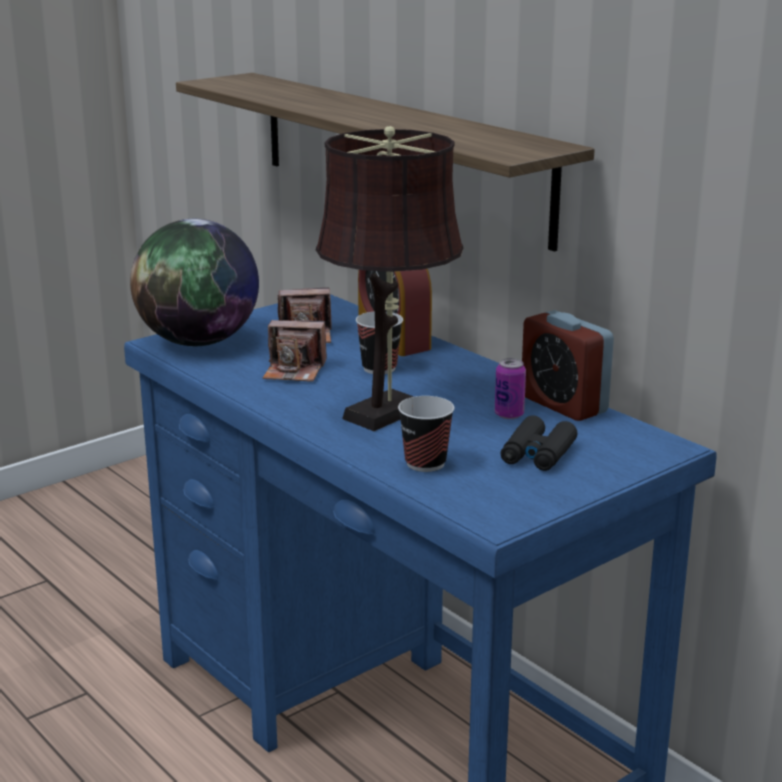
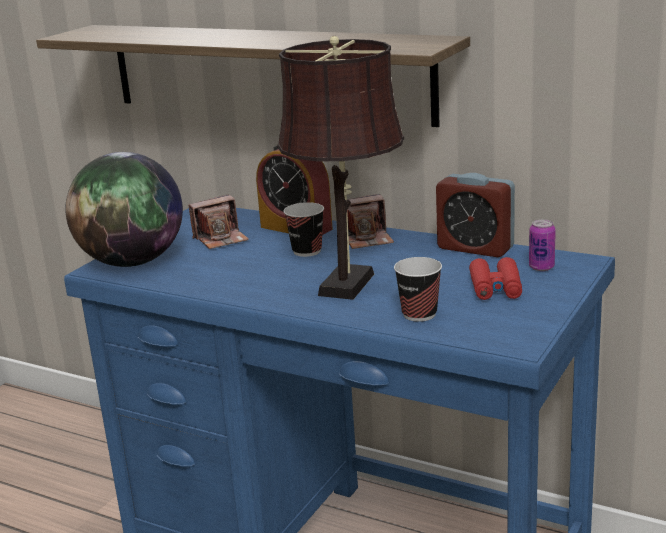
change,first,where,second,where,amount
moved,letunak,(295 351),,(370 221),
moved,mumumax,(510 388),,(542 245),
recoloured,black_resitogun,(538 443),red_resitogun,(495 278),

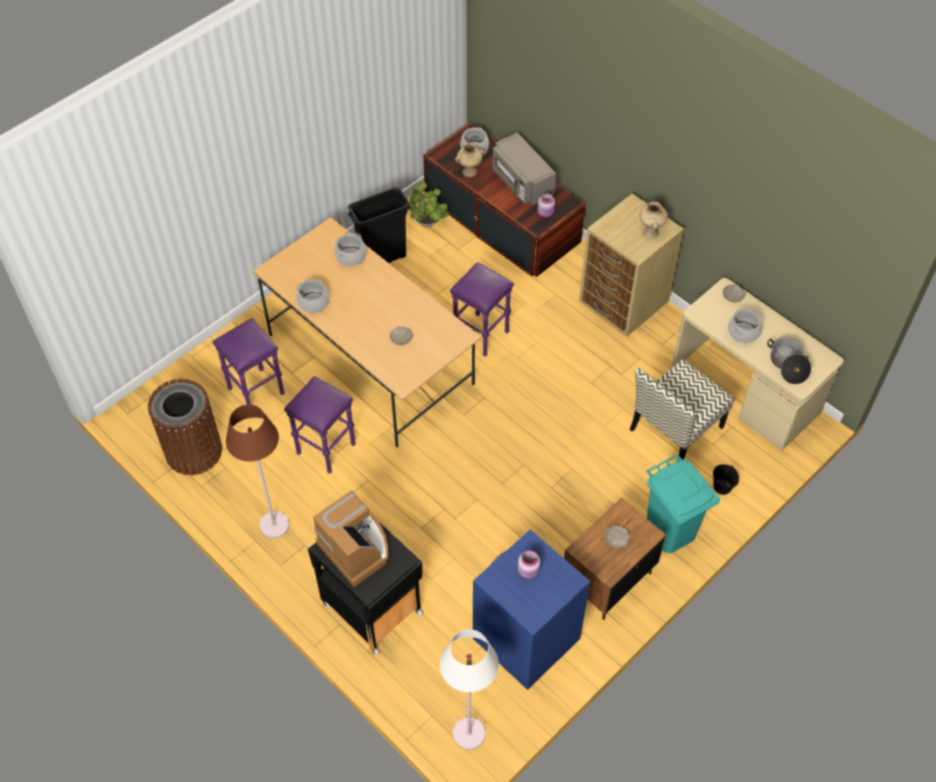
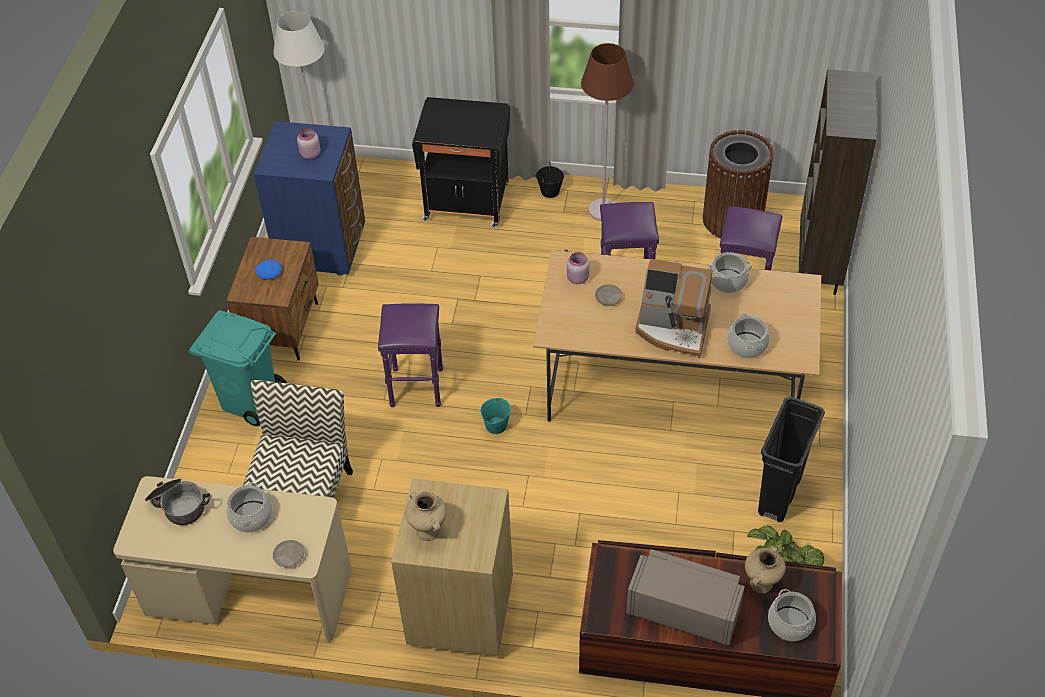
change,first,where,second,where,amount
moved,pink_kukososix,(546 205),,(578 268),
moved,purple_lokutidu,(482 309),,(410 355),
moved,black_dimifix,(726 479),,(550 180),
moved,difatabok,(350 539),,(673 308),
recoloured,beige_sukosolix,(617 537),blue_sukosolix,(269 270),
added,,,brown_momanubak,(837 182),
added,,,turquoise_dimifix,(496 416),

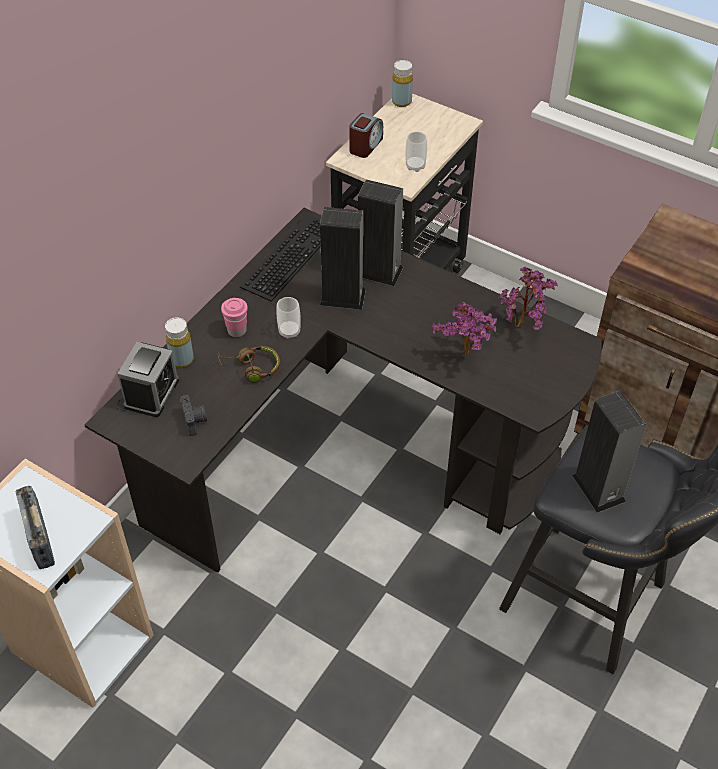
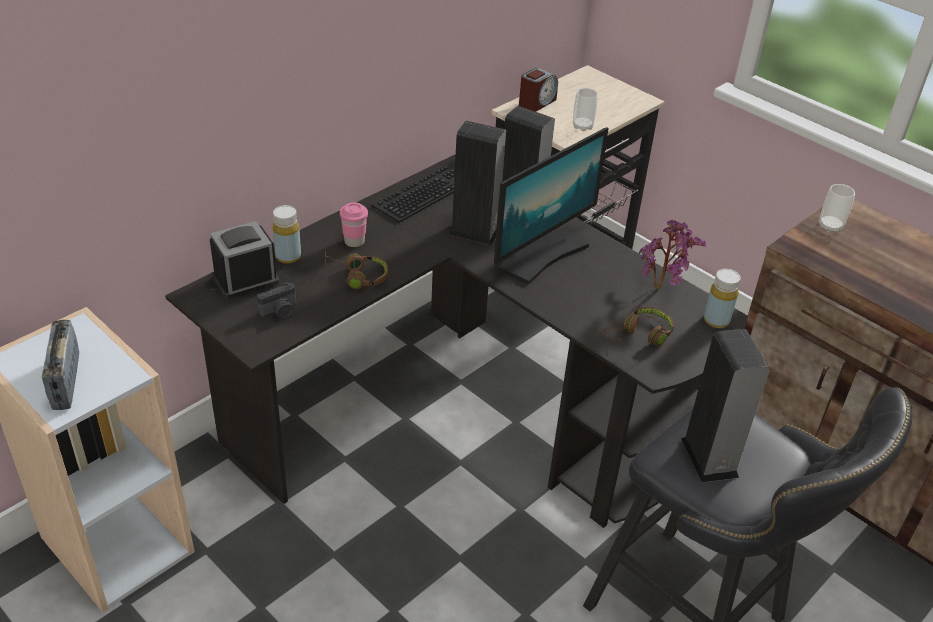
change,first,where,second,where,amount
moved,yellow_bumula,(402 83),,(722 298),
moved,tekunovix,(288 318),,(837 208),
removed,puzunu,(464 328),,,
turned,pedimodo,(148 379),,(244 260),150 degrees counterclockwise
turned,letunak,(193 415),,(276 300),60 degrees clockwise
added,,,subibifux,(551 206),
added,,,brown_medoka,(639 326),

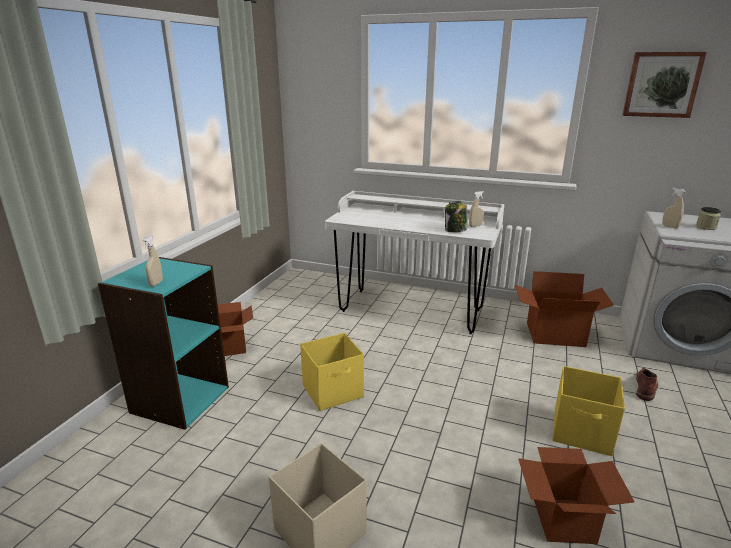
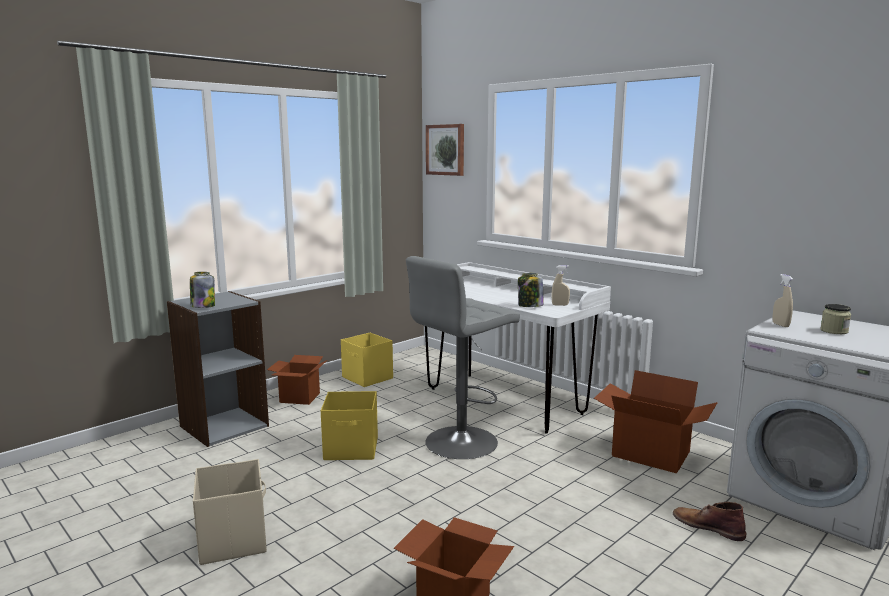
change,first,where,second,where,amount
moved,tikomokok,(665 85),,(445 150),
replaced,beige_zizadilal,(152 261),kukososix,(202 290),
recoloured,turquoise_momanubak,(163 343),grey_momanubak,(218 369),
moved,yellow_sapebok,(589 411),,(367 360),
turned,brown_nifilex,(647 384),,(709 521),105 degrees counterclockwise
added,,,grey_lokutidu,(463 357),

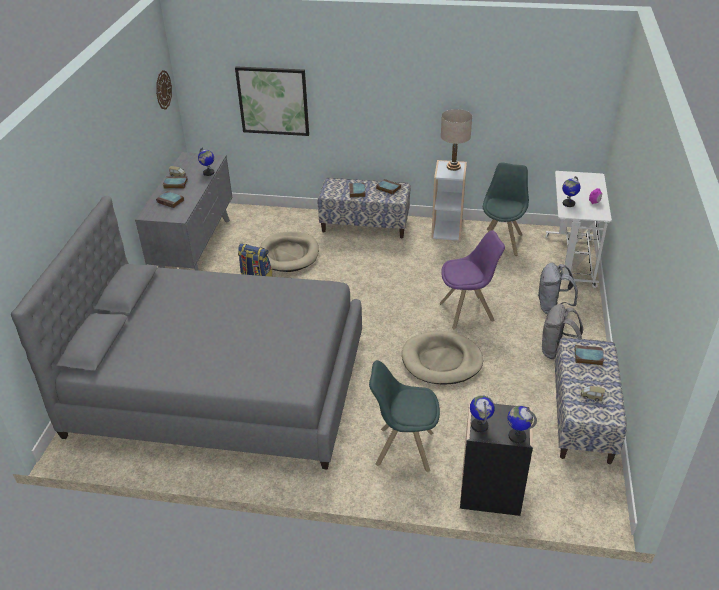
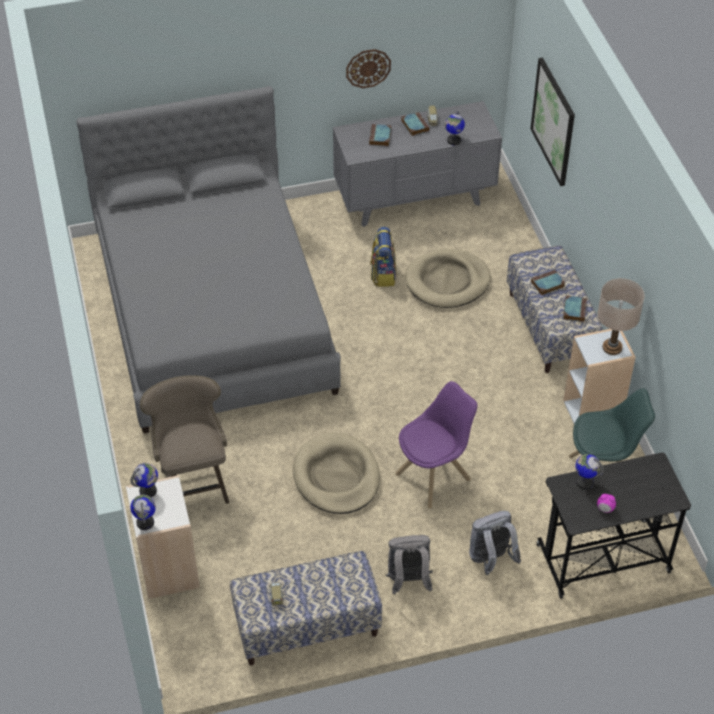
change,first,where,second,where,amount
moved,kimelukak,(164 90),,(368 68),
recoloured,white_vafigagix,(578 229),black_vafigagix,(614 526),
turned,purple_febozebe,(472 279),,(436 444),90 degrees counterclockwise
removed,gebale,(589 355),,,
replaced,turquoise_febozebe,(404 416),beige_lokutidu,(184 439),
recoloured,black_momanubak,(496 458),white_momanubak,(163 537),

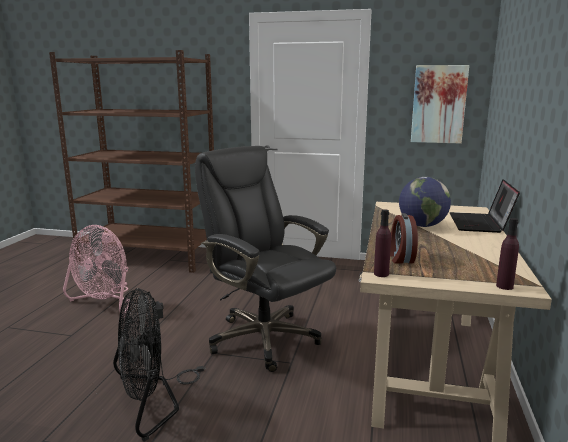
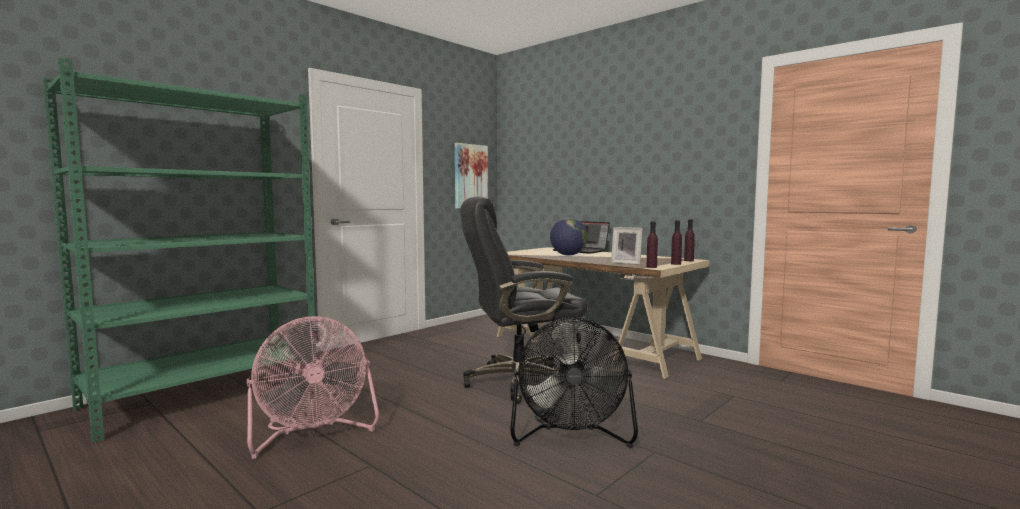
change,first,where,second,where,amount
recoloured,brown_momanubak,(131 161),green_momanubak,(179 250),
replaced,pedimodo,(404 238),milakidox,(627 246),
added,,,purple_bumula,(676 242),

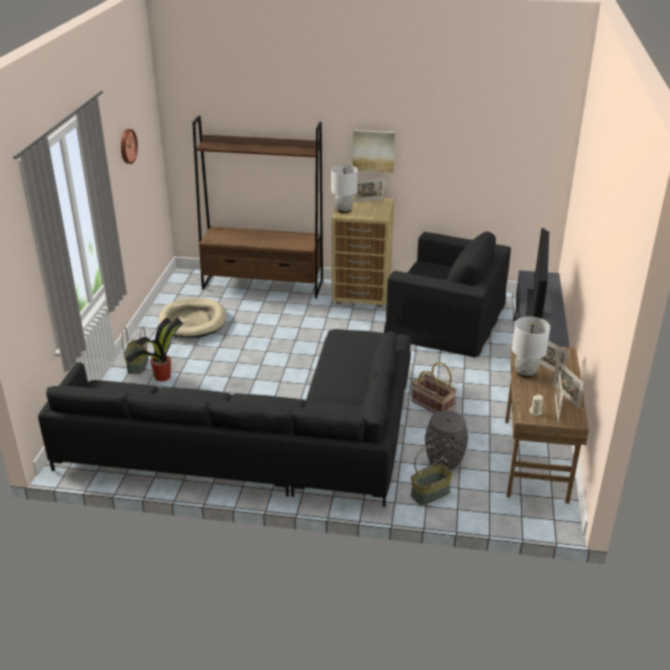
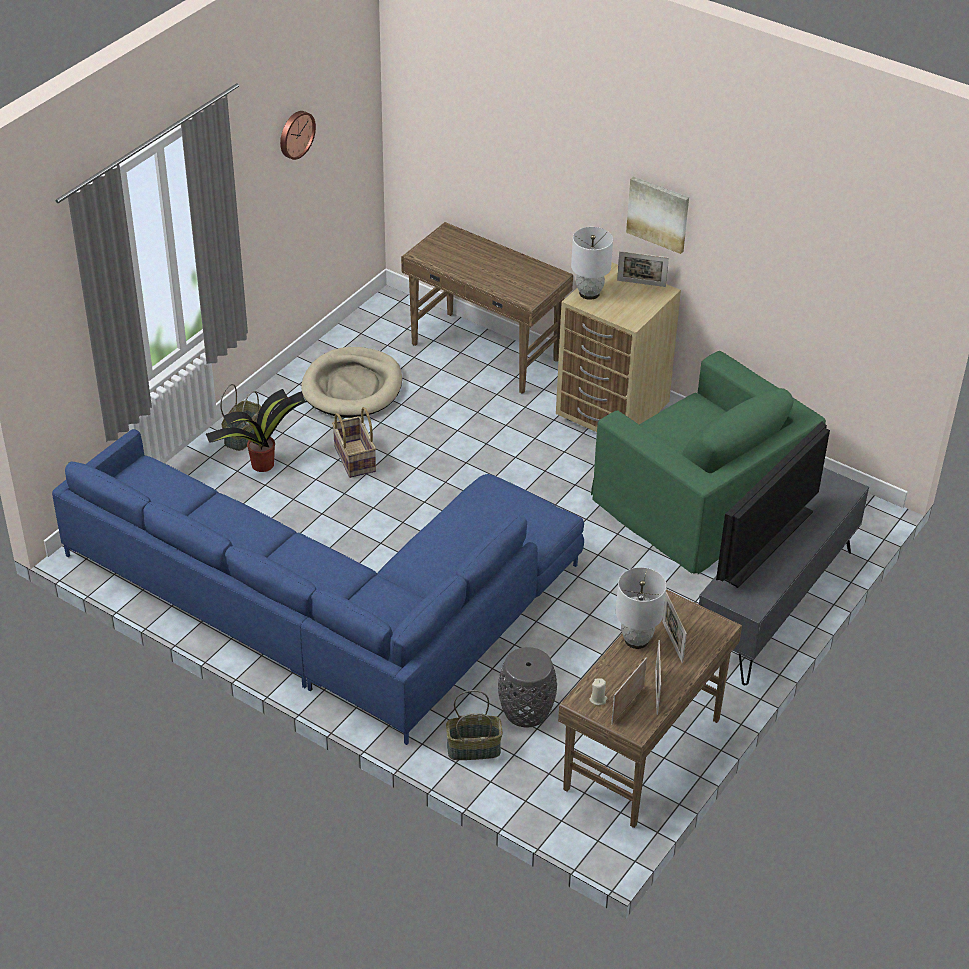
change,first,where,second,where,amount
replaced,brown_momanubak,(257 207),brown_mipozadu,(487 308),
recoloured,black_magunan,(447 294),green_magunan,(708 462),
recoloured,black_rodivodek,(224 418),blue_rodivodek,(318 587),
moved,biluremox,(434 388),,(354 442),

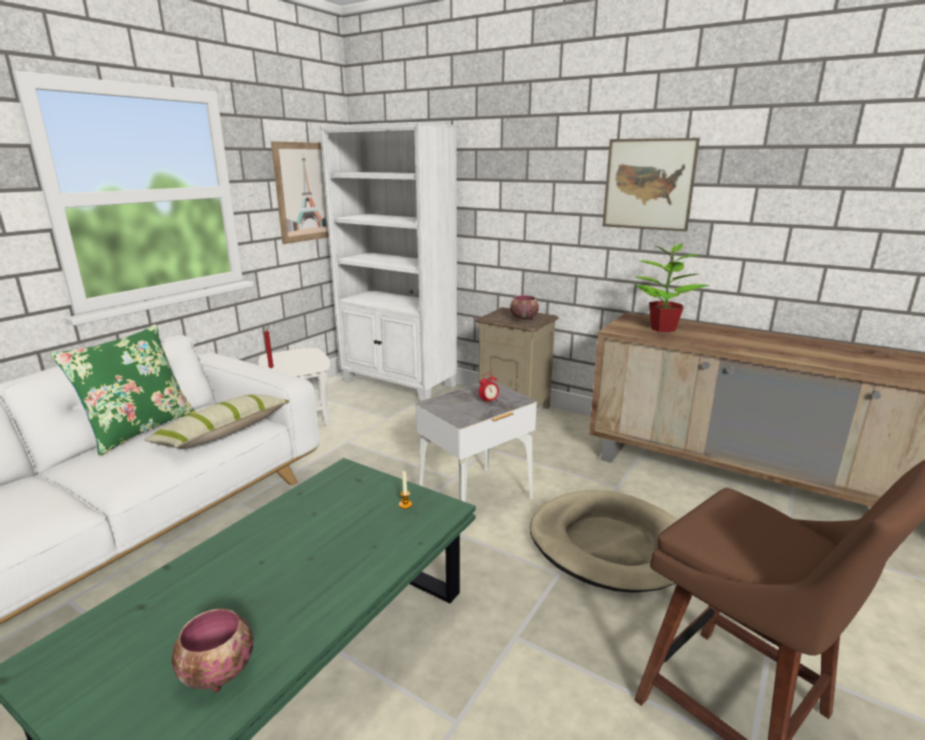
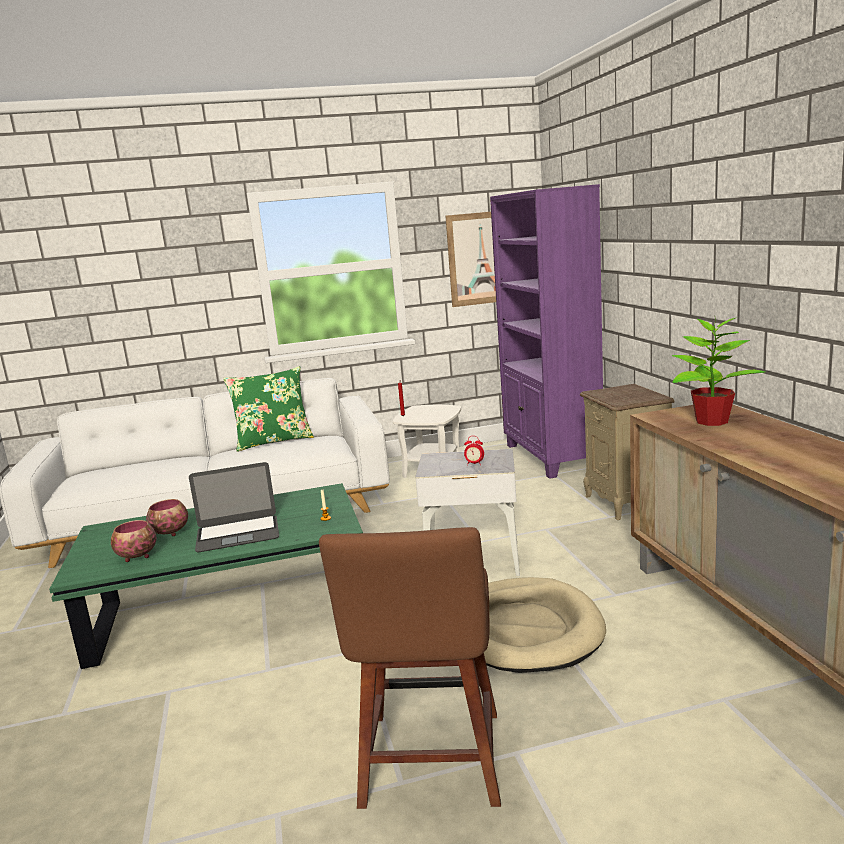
change,first,where,second,where,amount
recoloured,white_momanubak,(388 261),purple_momanubak,(546 331),
removed,tikomokok,(651 185),,,
moved,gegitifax,(524 308),,(167 517),
removed,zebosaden,(216 421),,,
added,,,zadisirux,(234 507),

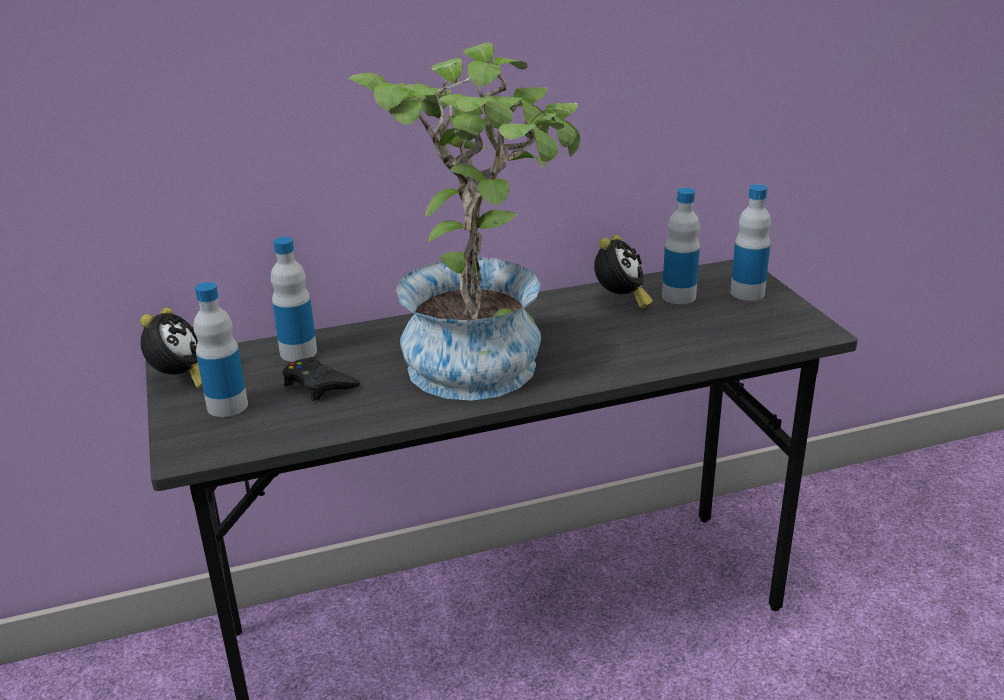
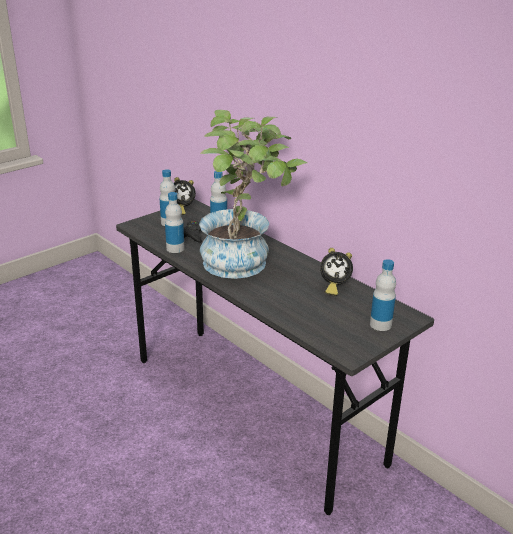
change,first,where,second,where,amount
moved,bumula,(681 246),,(175 222),

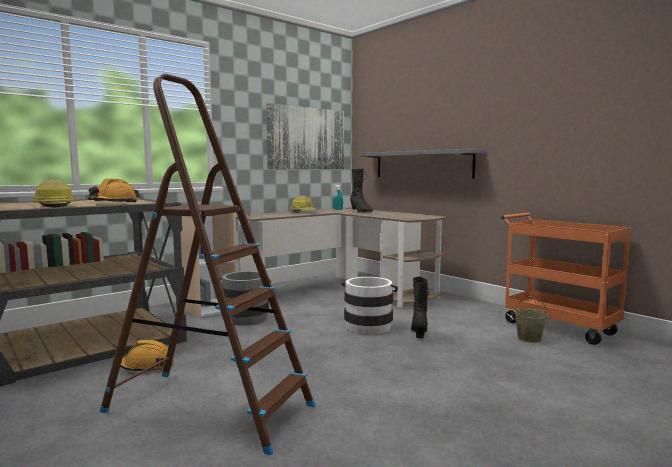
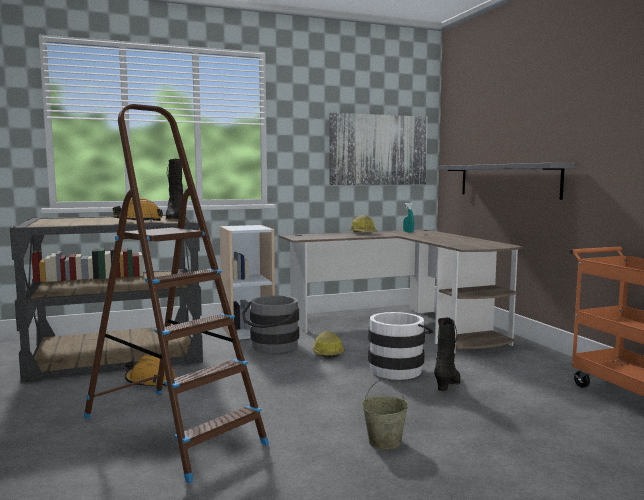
change,first,where,second,where,amount
moved,black_nifilex,(361 191),,(174 189),
moved,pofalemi,(54 193),,(328 344),
moved,beige_dimifix,(531 318),,(385 414),

